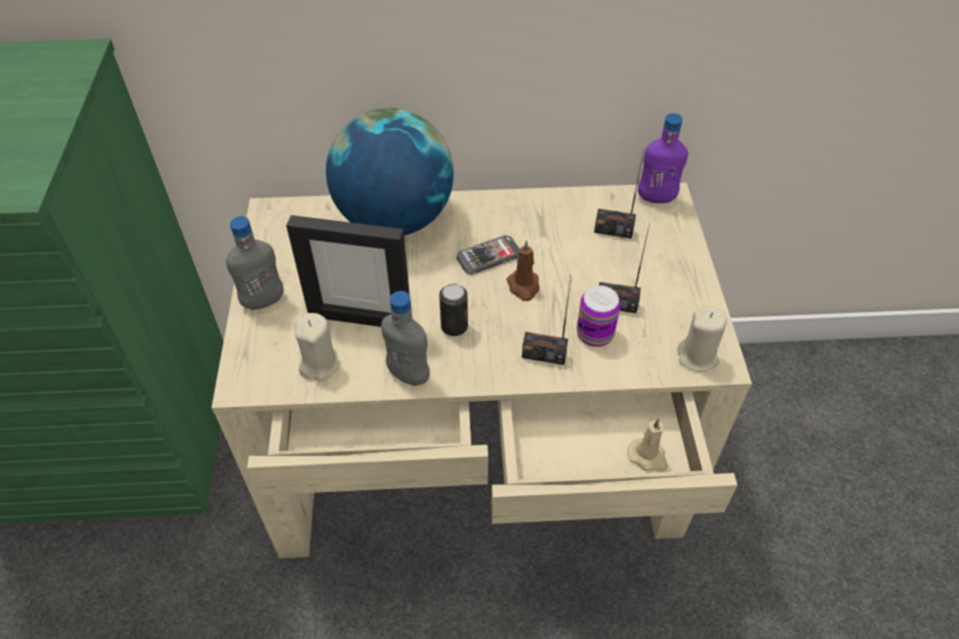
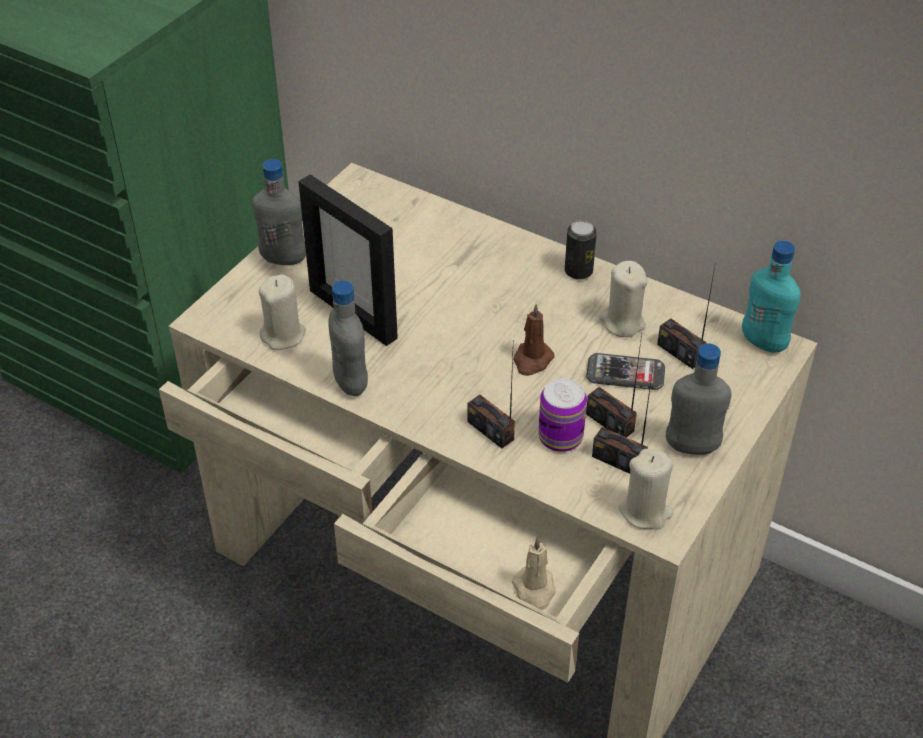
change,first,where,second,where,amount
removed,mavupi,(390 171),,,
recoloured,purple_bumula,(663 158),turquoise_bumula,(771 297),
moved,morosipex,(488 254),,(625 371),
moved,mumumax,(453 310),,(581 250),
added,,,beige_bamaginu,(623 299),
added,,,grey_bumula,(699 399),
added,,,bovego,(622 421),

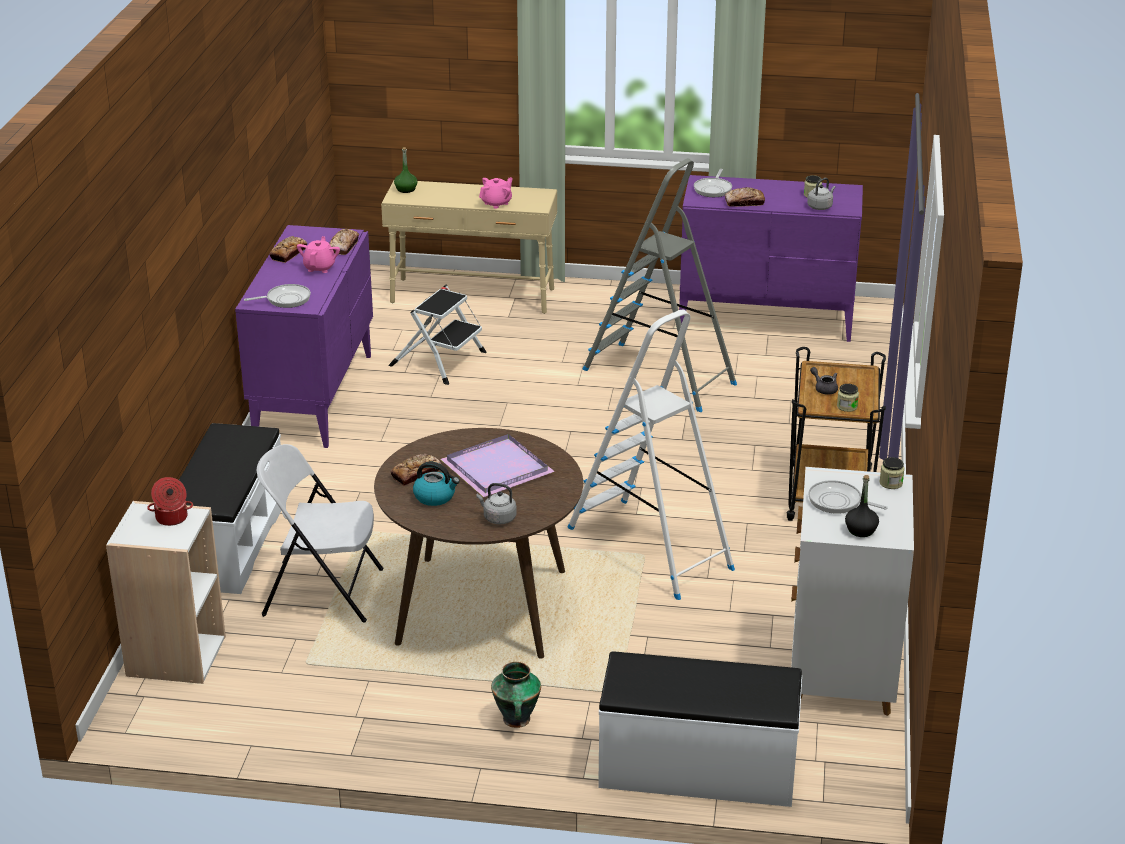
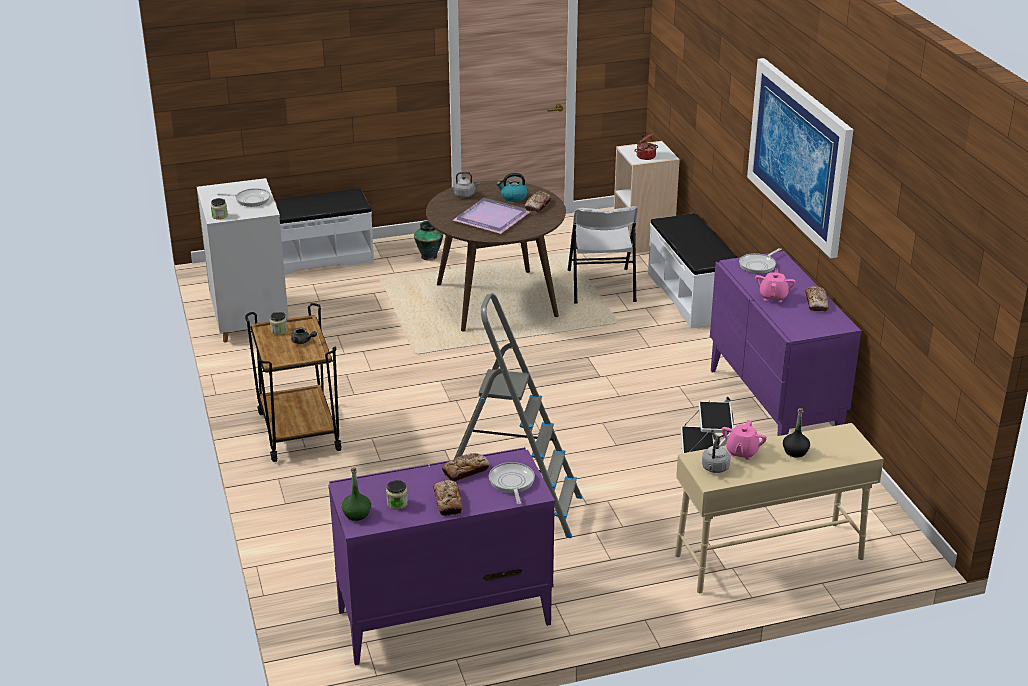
change,first,where,second,where,amount
moved,green_bumula,(406 170),,(356 494),
moved,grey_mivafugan,(821 194),,(716 454),
moved,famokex,(344 242),,(448 498),
turned,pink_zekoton,(318 254),,(775 285),150 degrees counterclockwise
removed,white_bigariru,(651 455),,,
turned,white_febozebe,(320 533),,(602 255),105 degrees clockwise
moved,black_bumula,(862 506),,(796 433),
added,,,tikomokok,(800 158),

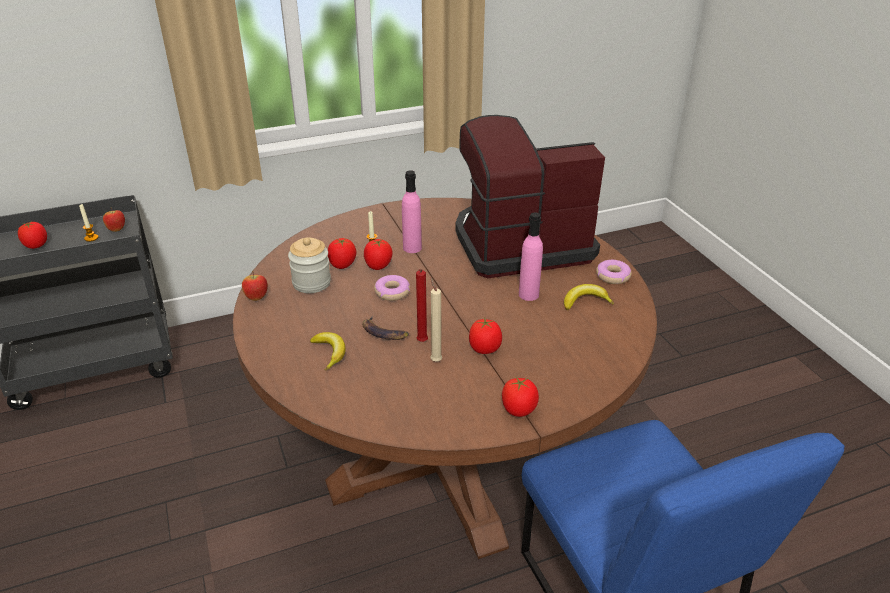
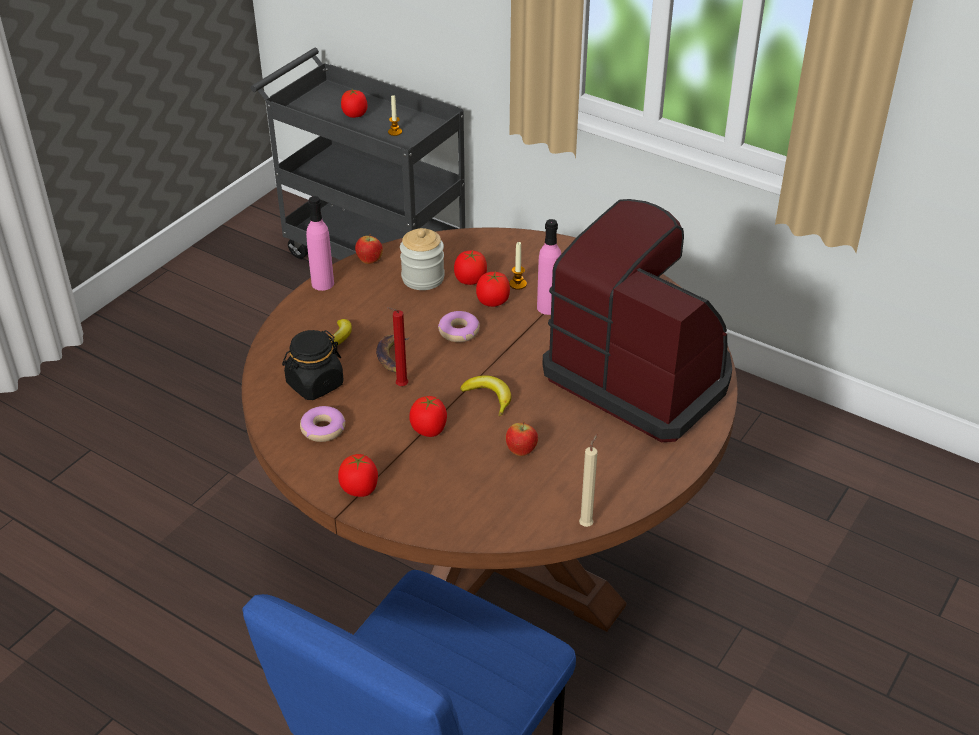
change,first,where,second,where,amount
moved,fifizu,(114 219),,(522 438),
moved,pink_bumula,(531 256),,(320 243),
moved,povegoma,(614 272),,(322 424),
moved,beige_bamaginu,(436 320),,(588 480),
moved,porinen,(589 297),,(485 395),
added,,,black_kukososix,(313 365),

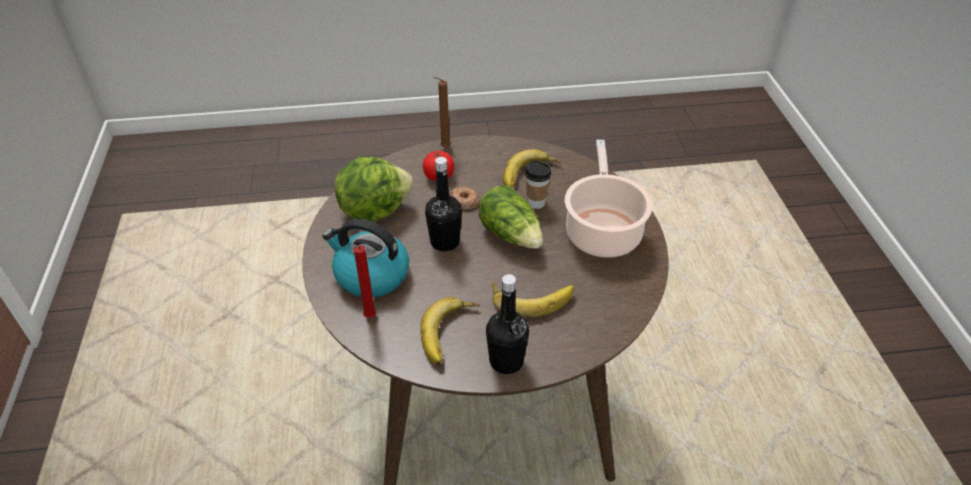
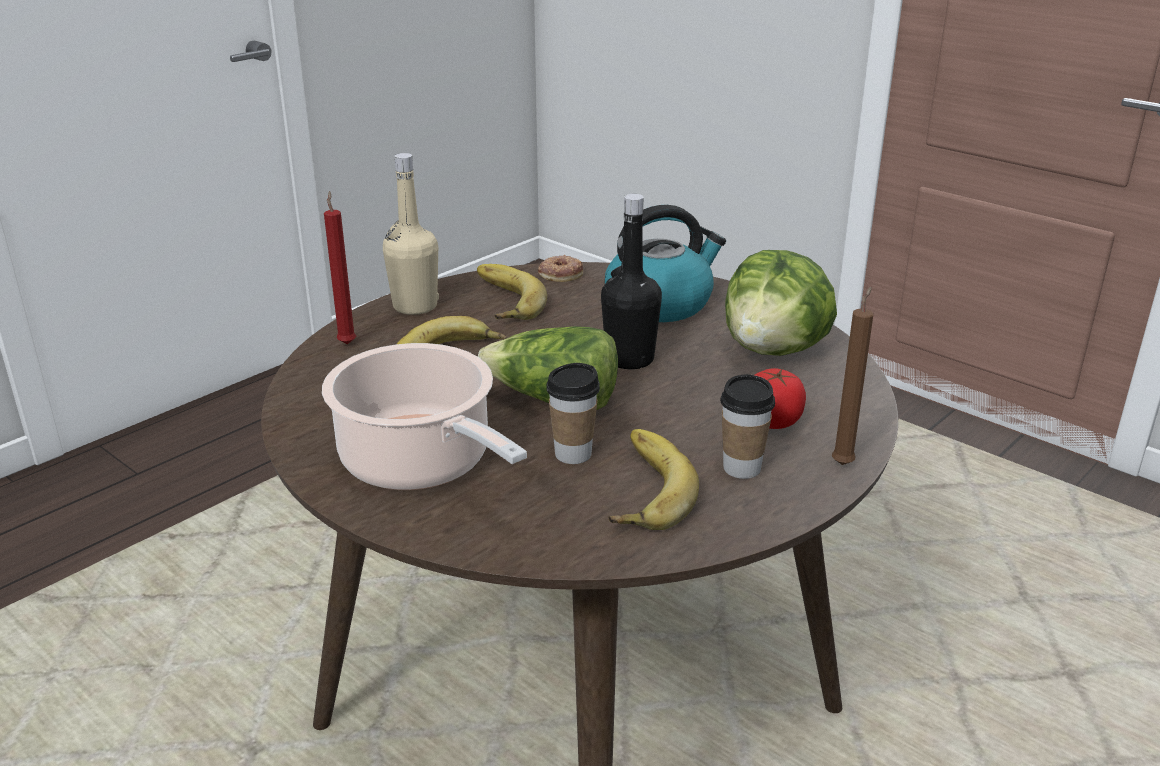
change,first,where,second,where,amount
moved,povegoma,(465 197),,(560 268),
moved,red_bamaginu,(363 281),,(340 267),
recoloured,black_bumula,(507 324),beige_bumula,(411 234),
added,,,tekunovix,(747 426),

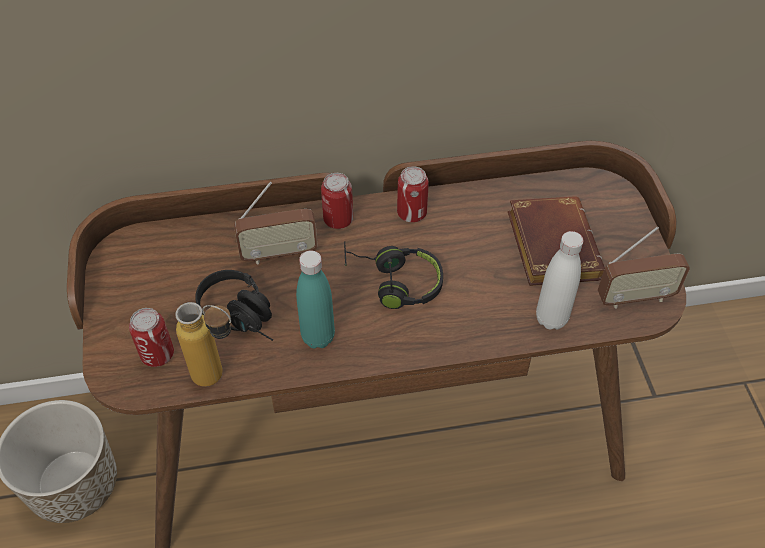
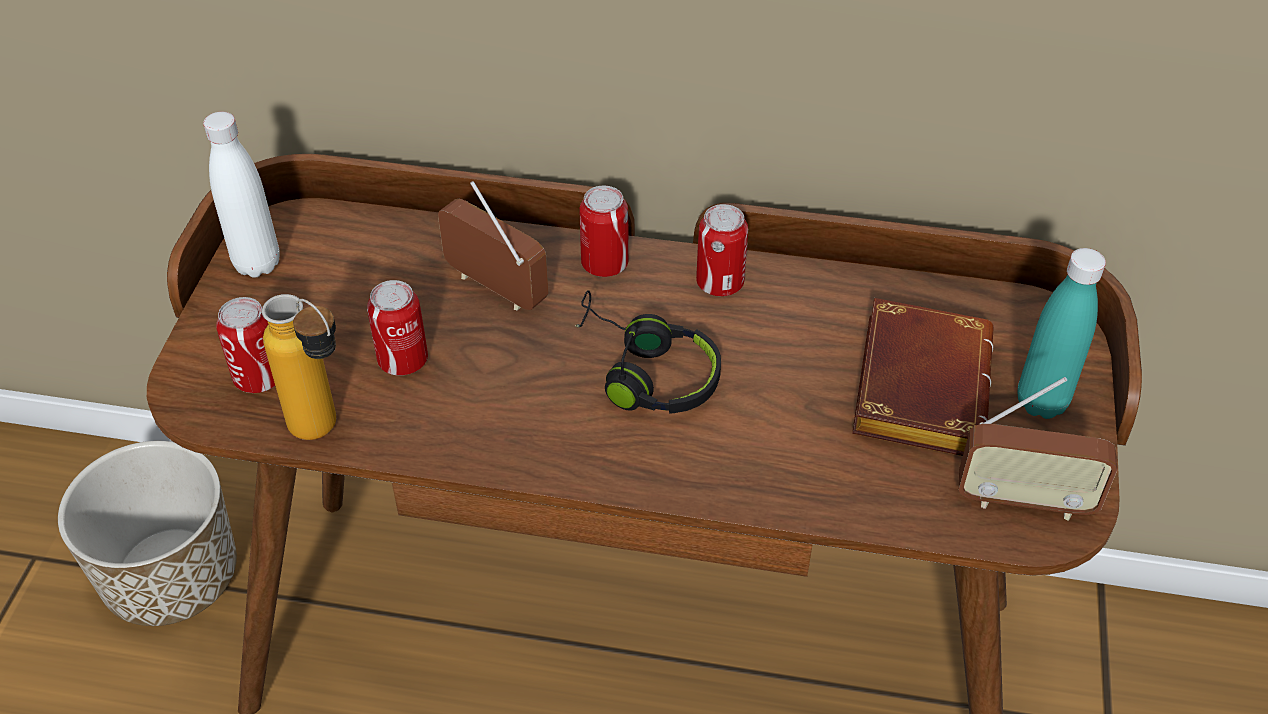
change,first,where,second,where,amount
turned,bovego,(276 223),,(493 245),150 degrees counterclockwise
moved,white_bumula,(560 280),,(241 194),
moved,turquoise_bumula,(315 299),,(1062 333),
replaced,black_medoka,(234 305),mumumax,(397 328),

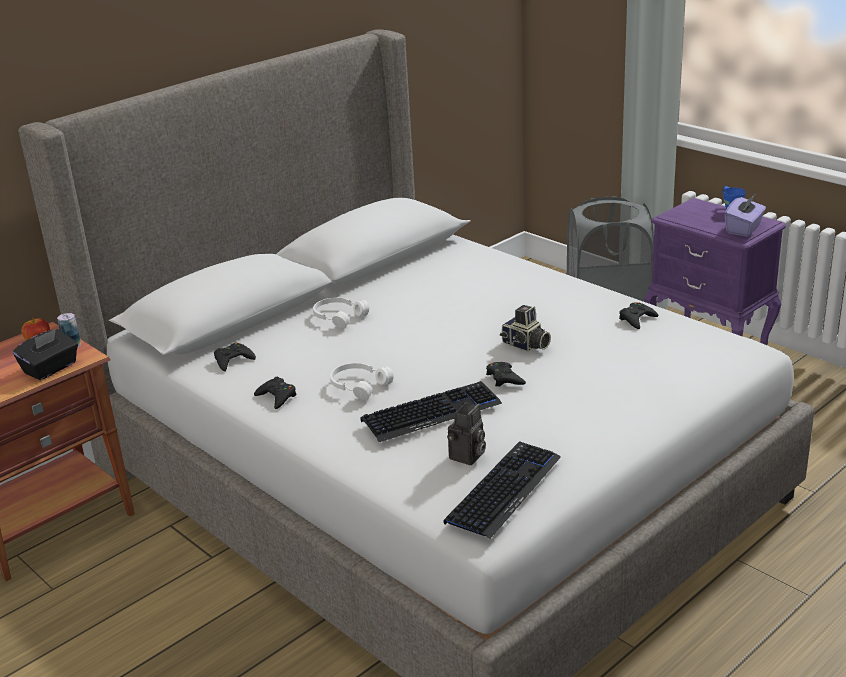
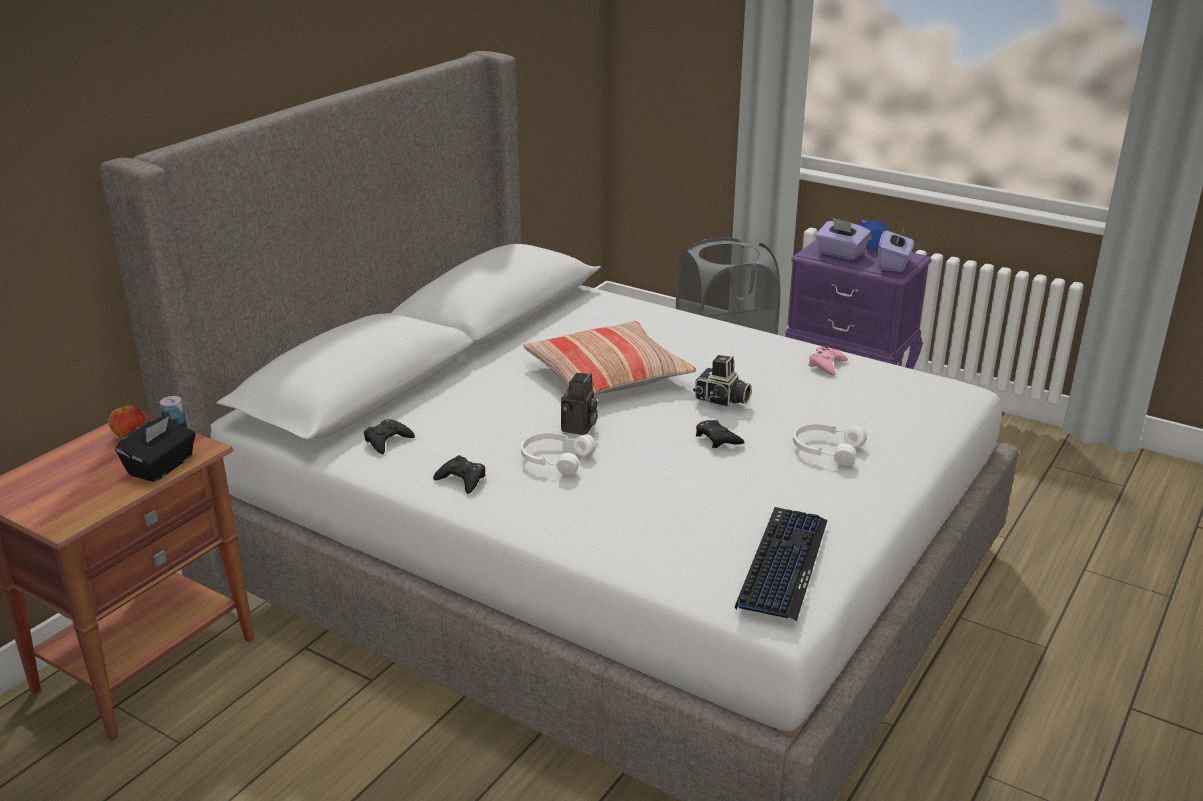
change,first,where,second,where,amount
moved,white_medoka,(341 313),,(830 445),
recoloured,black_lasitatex,(638 315),pink_lasitatex,(828 360),
removed,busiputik,(431 411),,,
moved,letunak,(466 433),,(579 403),
added,,,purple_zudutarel,(843 239),
added,,,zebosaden,(609 357),

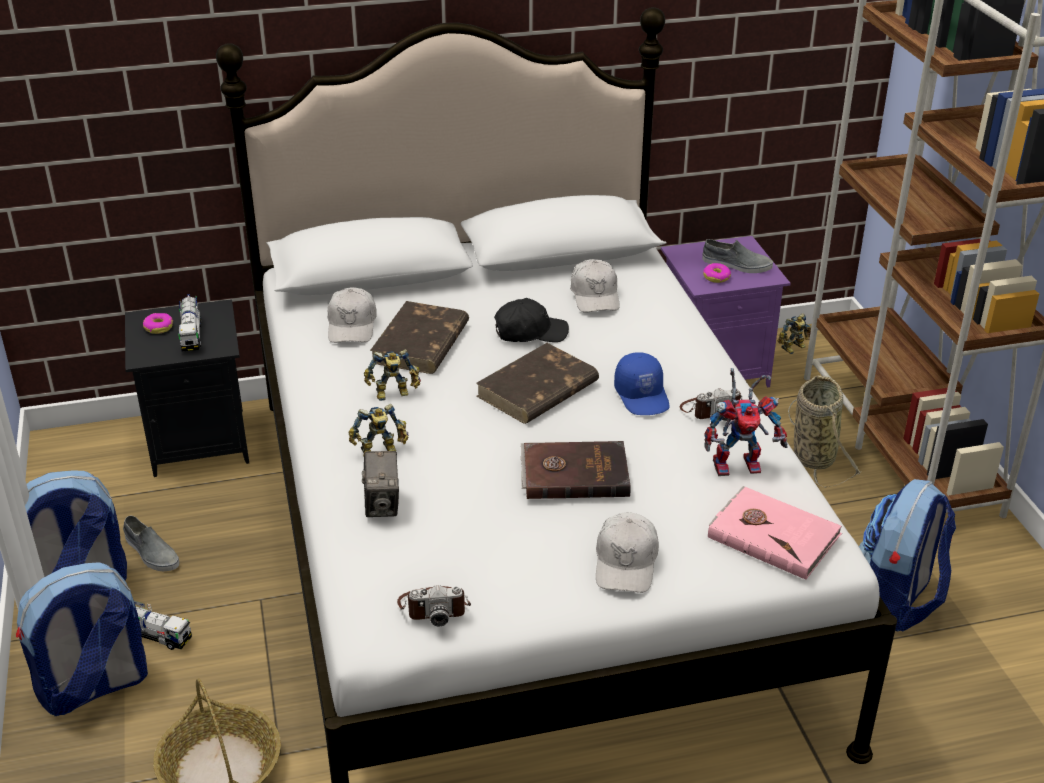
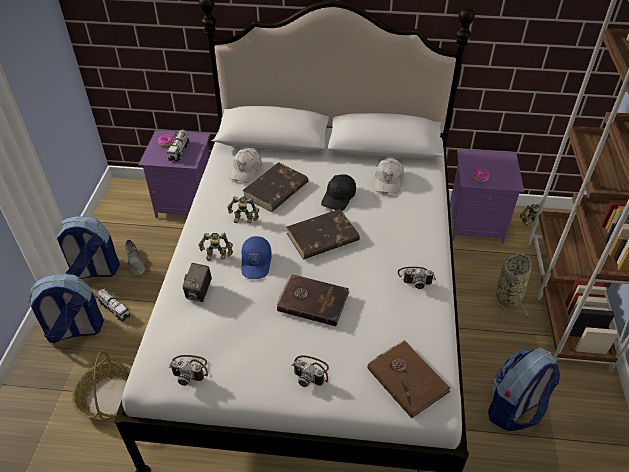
change,first,where,second,where,amount
removed,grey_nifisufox,(737 256),,,
turned,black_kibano,(531 320),,(338 192),105 degrees clockwise
recoloured,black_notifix,(187 388),purple_notifix,(174 174),
moved,blue_kibano,(642 383),,(256 257),
removed,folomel,(745 422),,,
recoloured,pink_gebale,(775 533),brown_gebale,(409 379),
replaced,white_kibano,(627 552),letunak,(310 371),

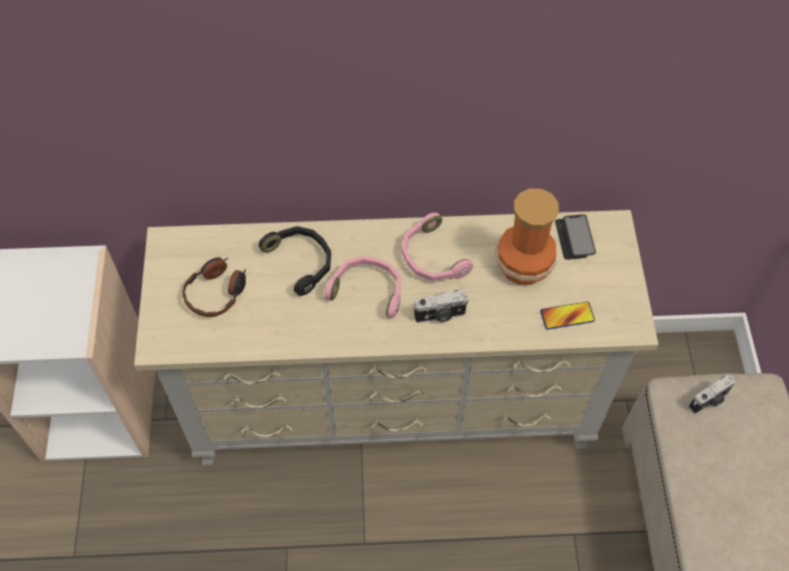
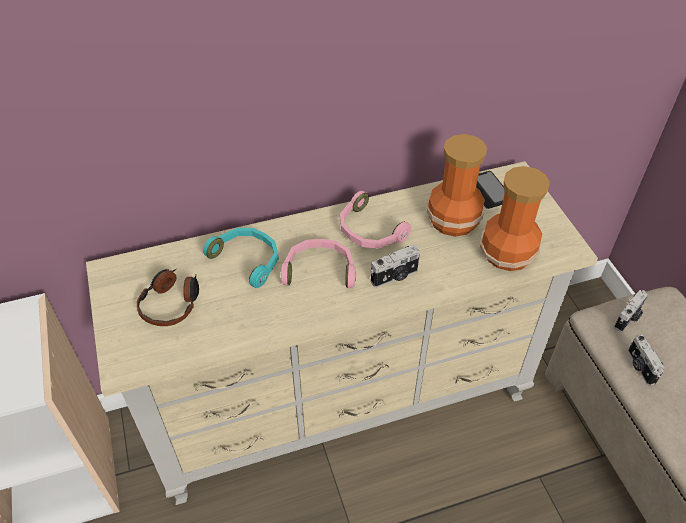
change,first,where,second,where,amount
recoloured,black_medoka,(295 261),turquoise_medoka,(241 258),
replaced,morosipex,(567 316),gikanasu,(515 218),
added,,,letunak,(646 360),

